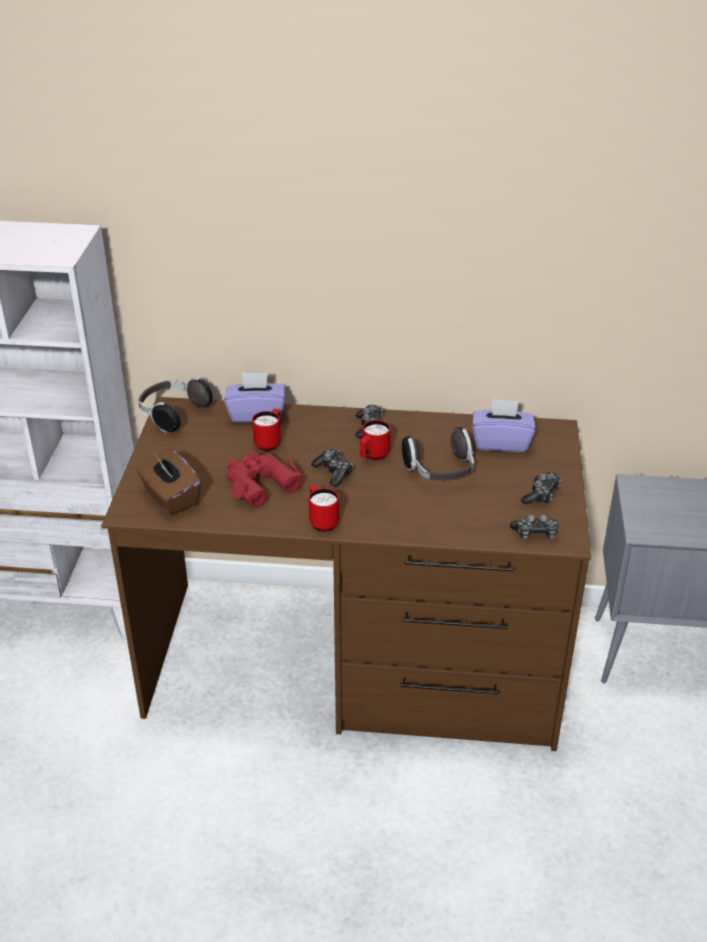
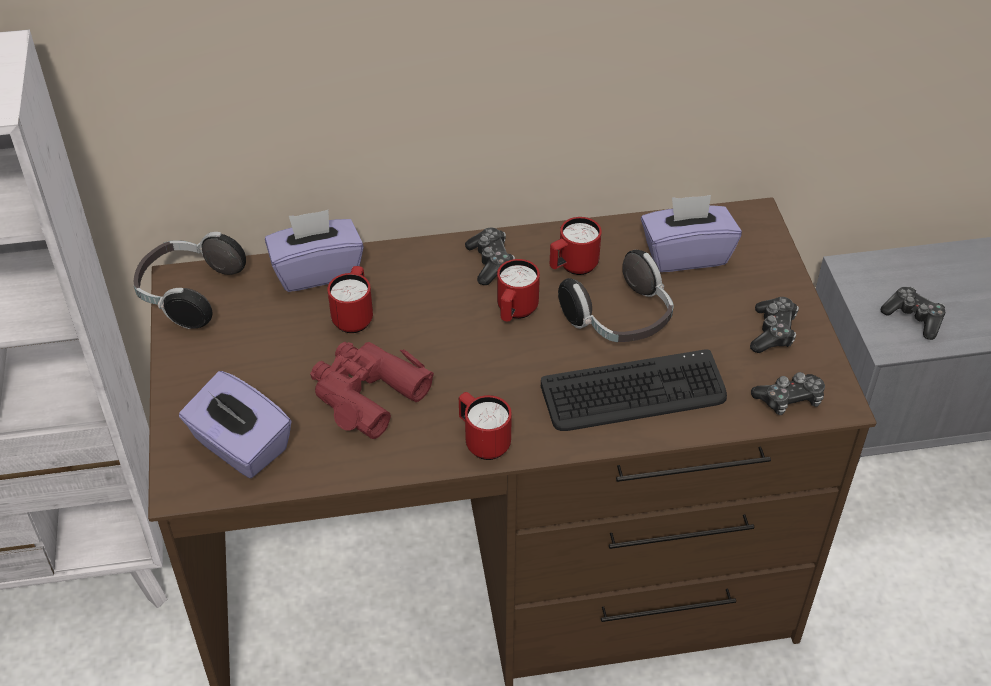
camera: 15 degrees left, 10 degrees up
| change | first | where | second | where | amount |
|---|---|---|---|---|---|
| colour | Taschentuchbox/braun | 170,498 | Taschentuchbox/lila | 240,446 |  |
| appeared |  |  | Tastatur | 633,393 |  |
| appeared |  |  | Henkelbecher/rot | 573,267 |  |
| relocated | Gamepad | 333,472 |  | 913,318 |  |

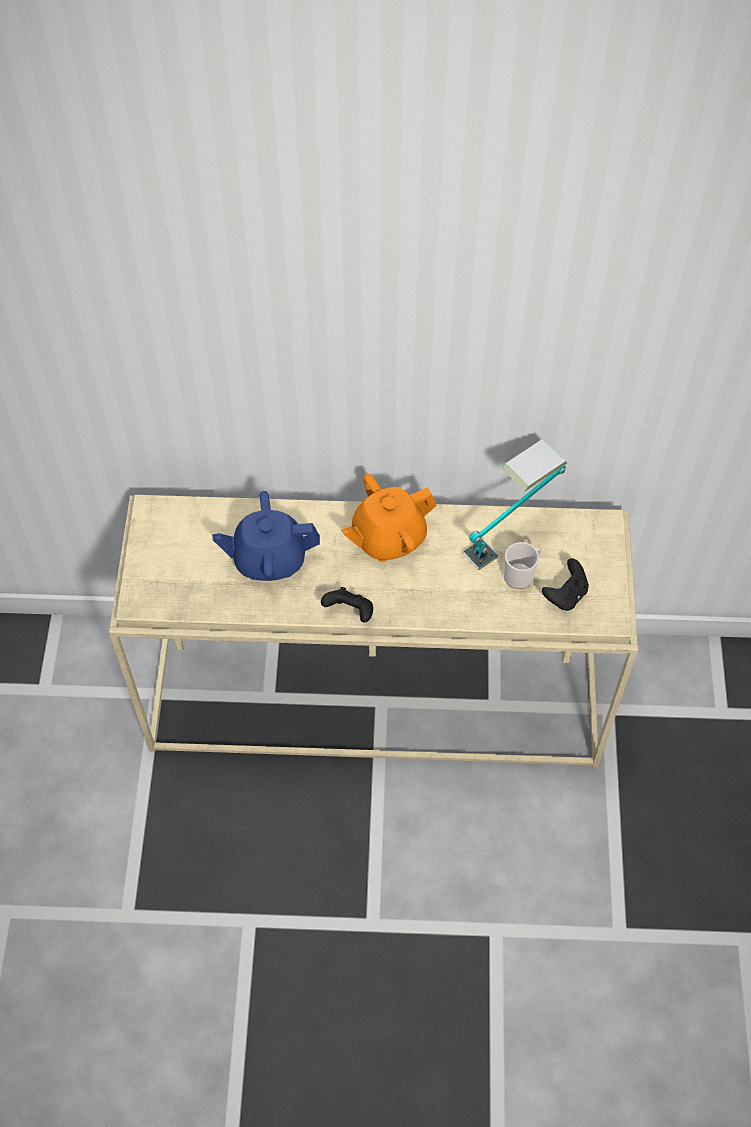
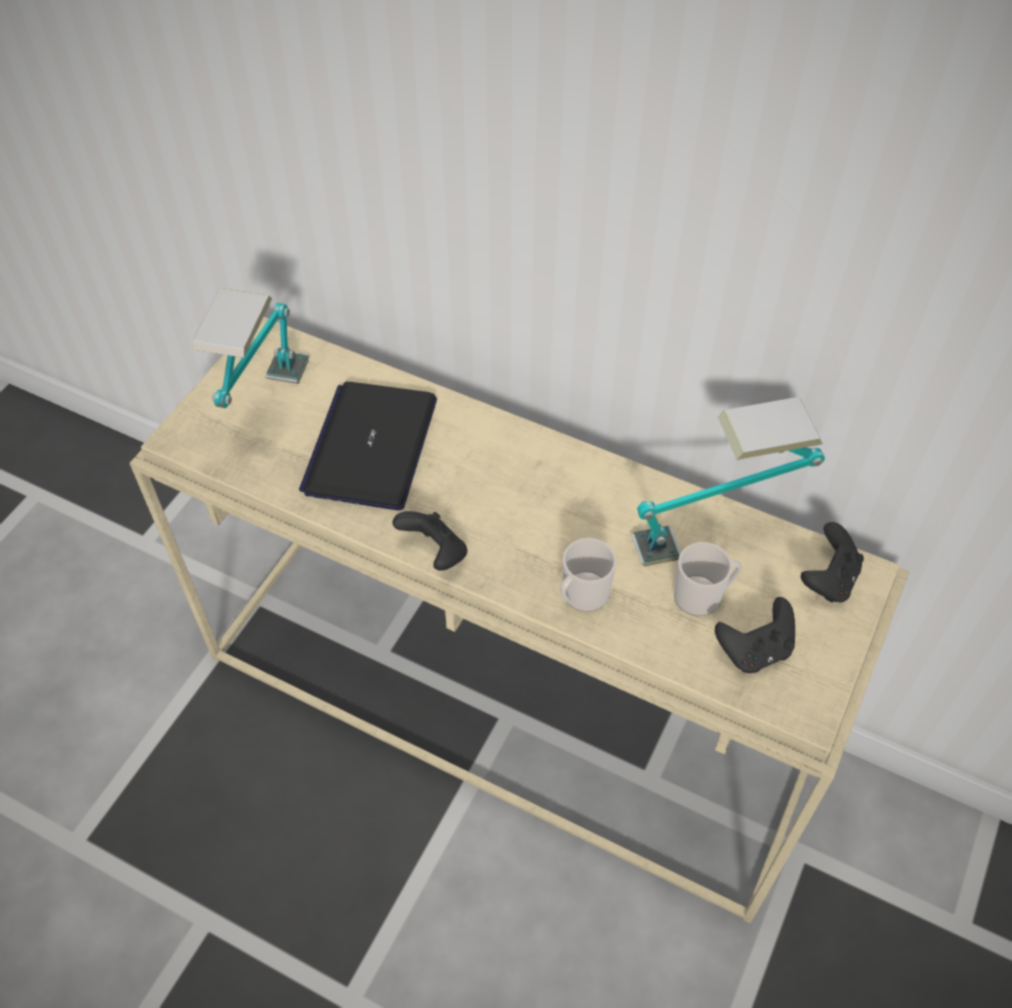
camera: 25 degrees right, 5 degrees down
| change | first | where | second | where | amount |
|---|---|---|---|---|---|
| appeared |  |  | Tischlampe | 269,411 |  |
| exchanged | Teekanne/blau | 269,559 | Laptop | 371,446 |  |
| appeared |  |  | Henkelbecher | 582,596 |  |
| appeared |  |  | Gamepad/schwarz | 828,580 |  |
| missing | Teekanne/orange | 388,537 |  |  |  |

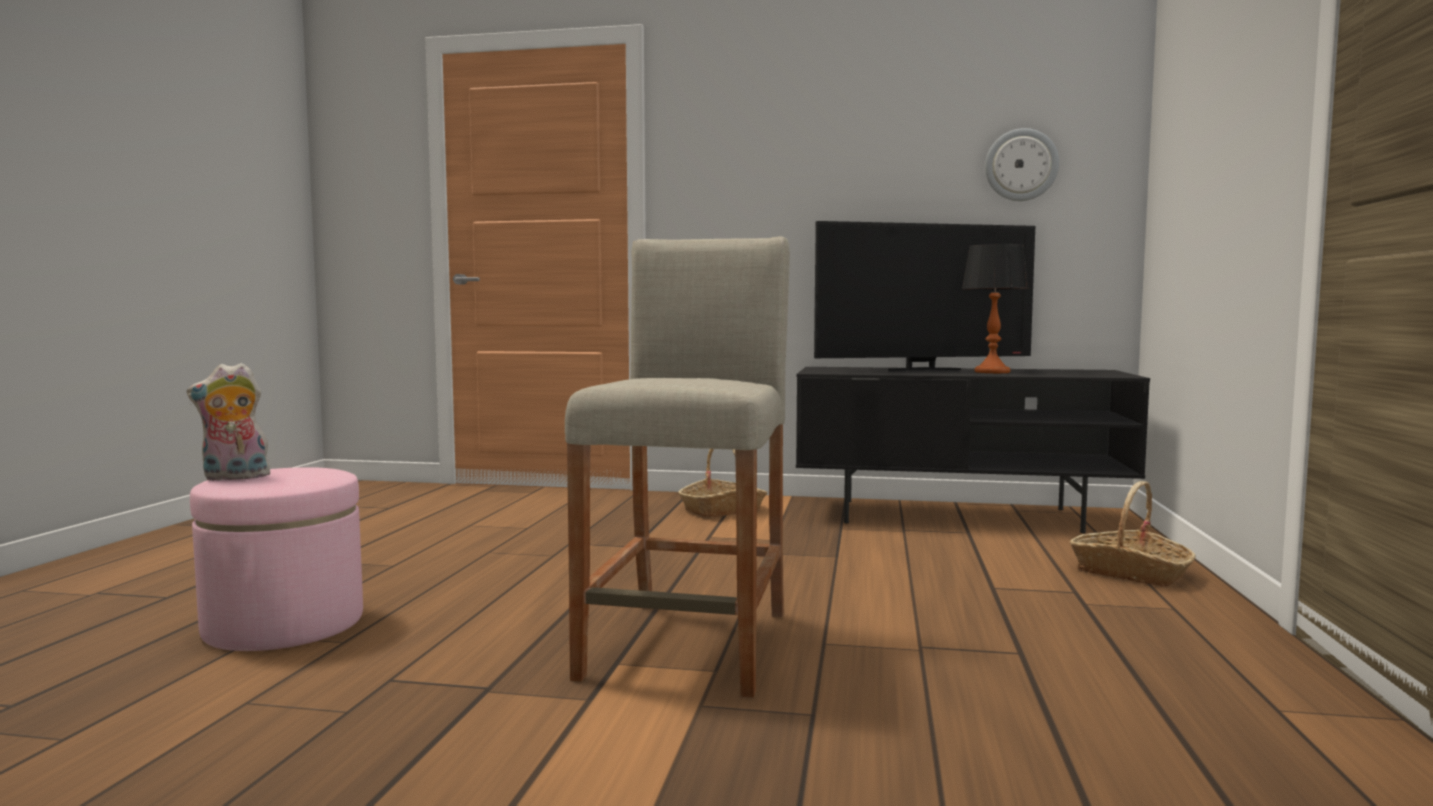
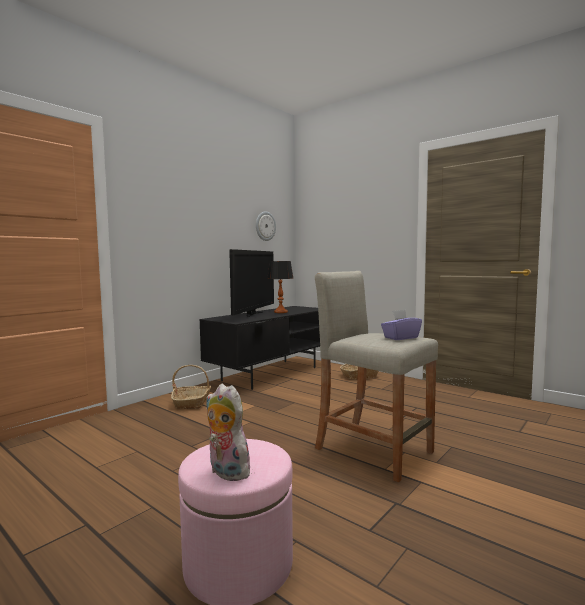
camera: 60 degrees left, 0 degrees up
| change | first | where | second | where | amount |
|---|---|---|---|---|---|
| spun | Plüschtier | 234,478 |  | 226,472 | 120 degrees clockwise |
| appeared |  |  | Taschentuchbox/lila | 400,338 |  |

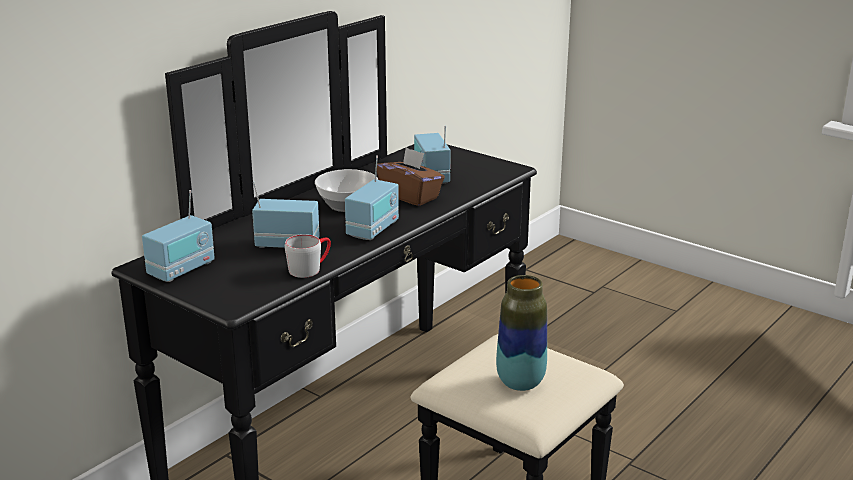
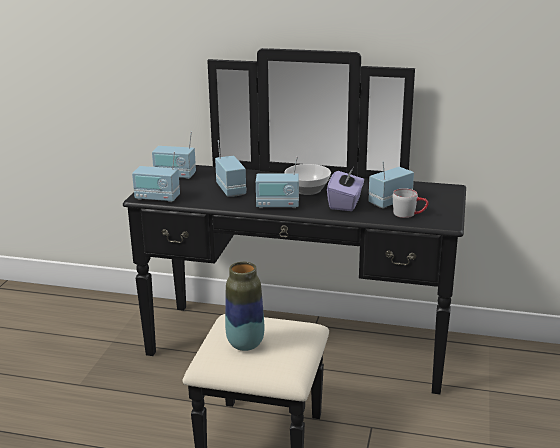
camera: 65 degrees right, 0 degrees up
| change | first | where | second | where | amount |
|---|---|---|---|---|---|
| appeared |  |  | Radio | 157,198 |  |
| colour | Taschentuchbox/braun | 410,196 | Taschentuchbox/lila | 345,203 |  |
| relocated | Henkelbecher/grau | 310,268 |  | 409,214 |  |

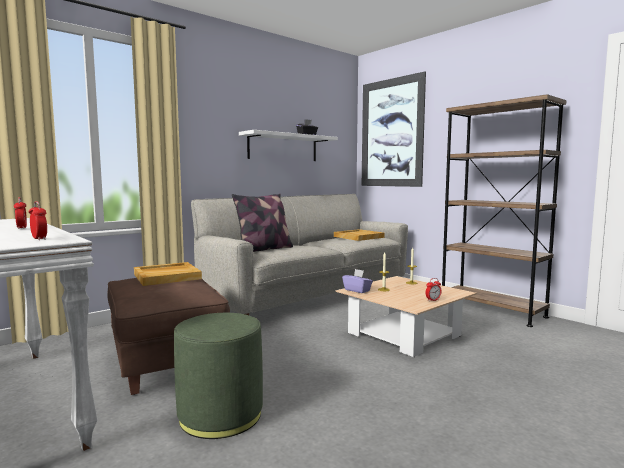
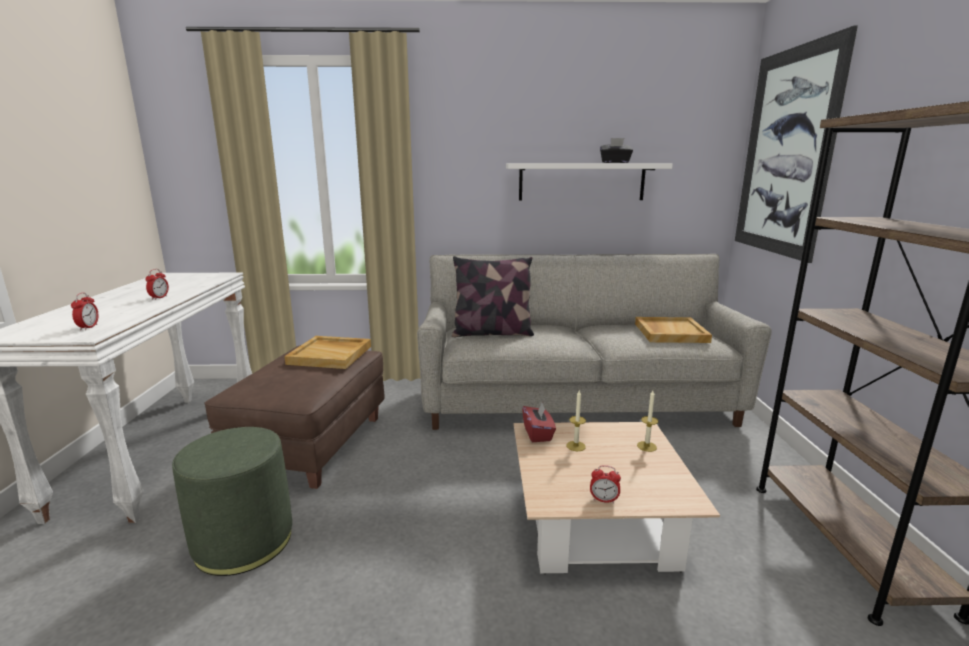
camera: 40 degrees right, 10 degrees up
| change | first | where | second | where | amount |
|---|---|---|---|---|---|
| colour | Taschentuchbox/lila | 357,290 | Taschentuchbox/rot | 538,434 |  |

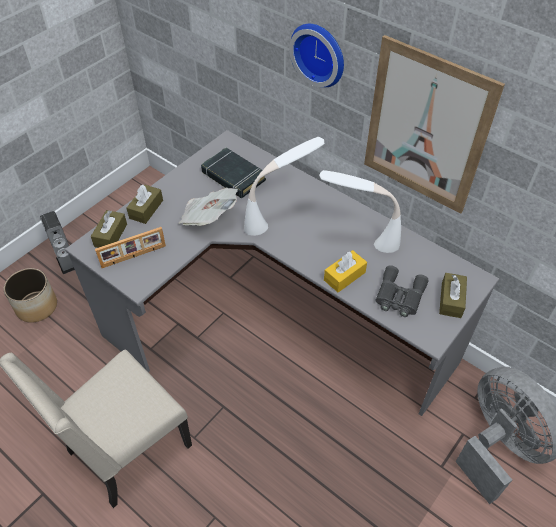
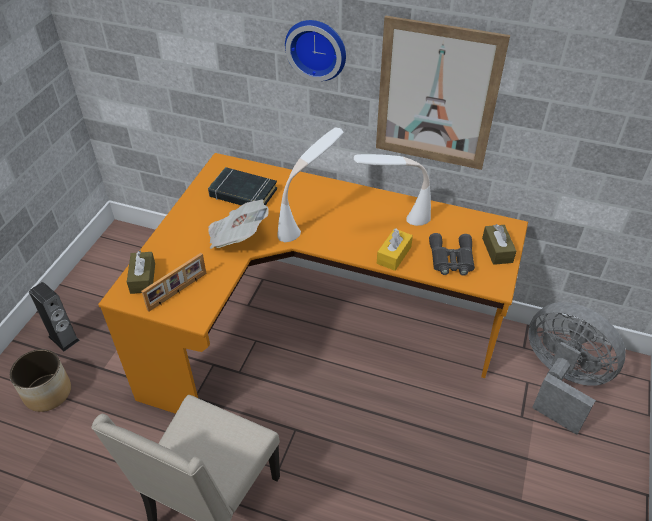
camera: 20 degrees left, 5 degrees down
| change | first | where | second | where | amount |
|---|---|---|---|---|---|
| colour | Schreibtisch/grau | 276,320 | Schreibtisch/orange | 311,332 |  |
| missing | Taschentuchbox/braun | 146,209 |  |  |  |

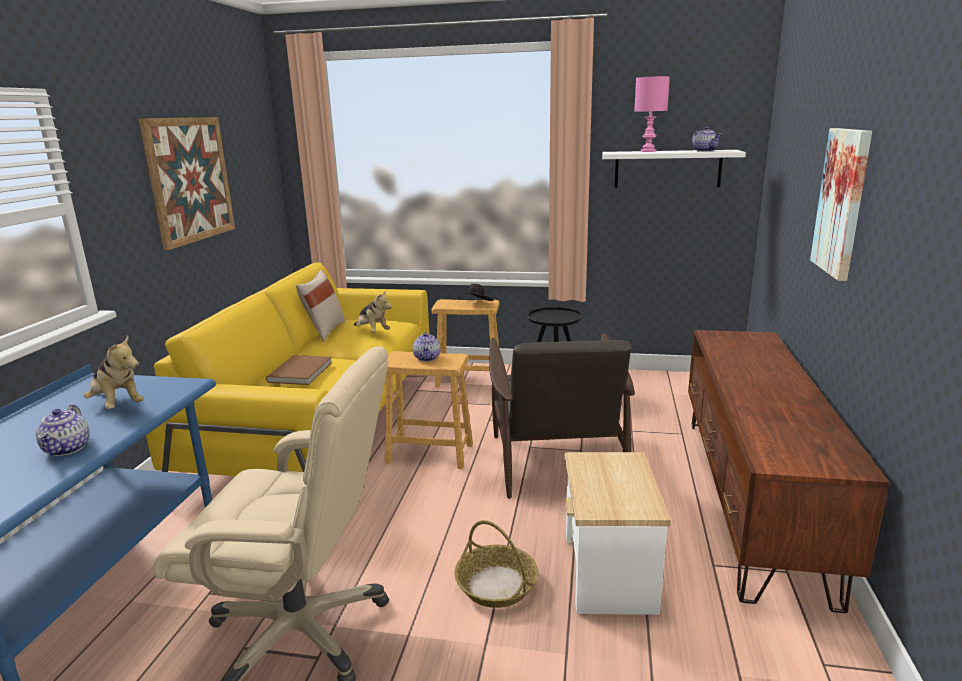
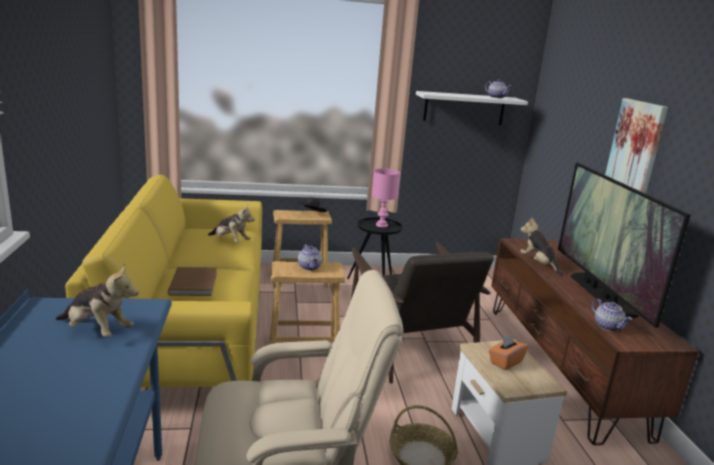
camera: 20 degrees left, 0 degrees up
| change | first | where | second | where | amount |
|---|---|---|---|---|---|
| relocated | Tischlampe/rosa | 648,151 |  | 381,225 |  |
| appeared |  |  | Taschentuchbox/orange | 505,362 |  |
| appeared |  |  | Plüschtier | 538,264 |  |
| appeared |  |  | Fernseher | 600,294 |  |
| relocated | Teekanne | 67,449 |  | 608,326 |  |
| missing | Bild | 190,180 |  |  |  |
| missing | Kissen/beige | 324,331 |  |  |  |

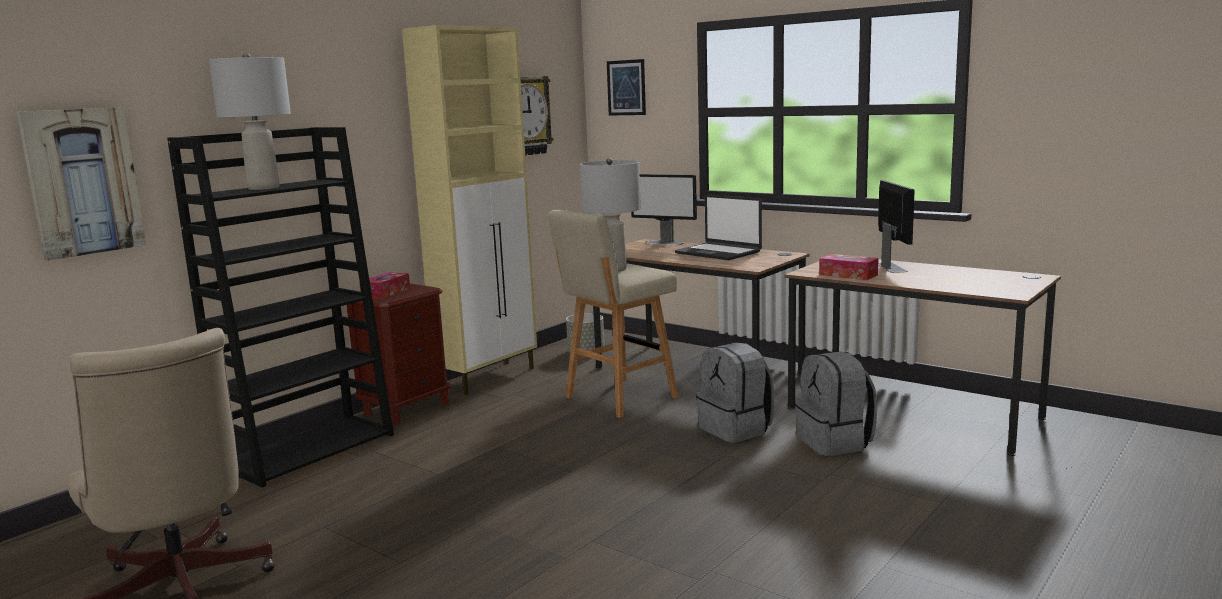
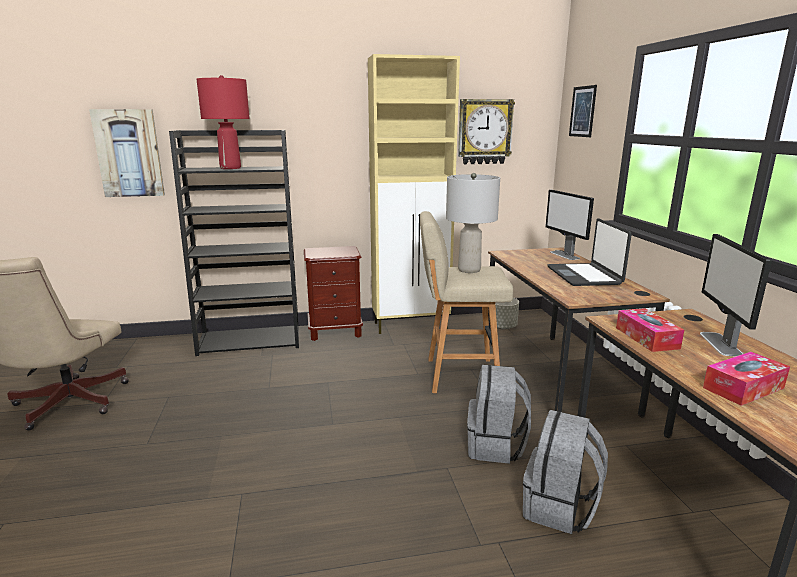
camera: 40 degrees right, 5 degrees up
| change | first | where | second | where | amount |
|---|---|---|---|---|---|
| colour | Tischlampe/grau | 263,188 | Tischlampe/rot | 230,168 |  |
| spun | Monitor | 891,267 |  | 721,344 | 150 degrees clockwise |
| relocated | Taschentuchbox | 386,293 |  | 743,388 |  |

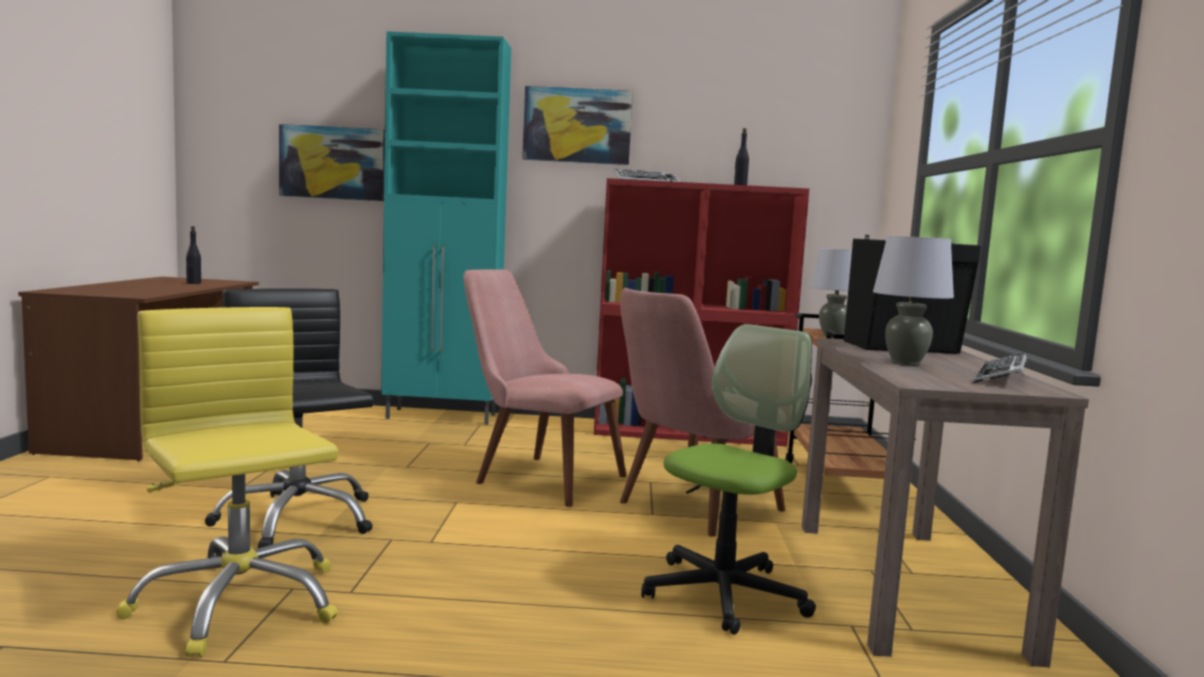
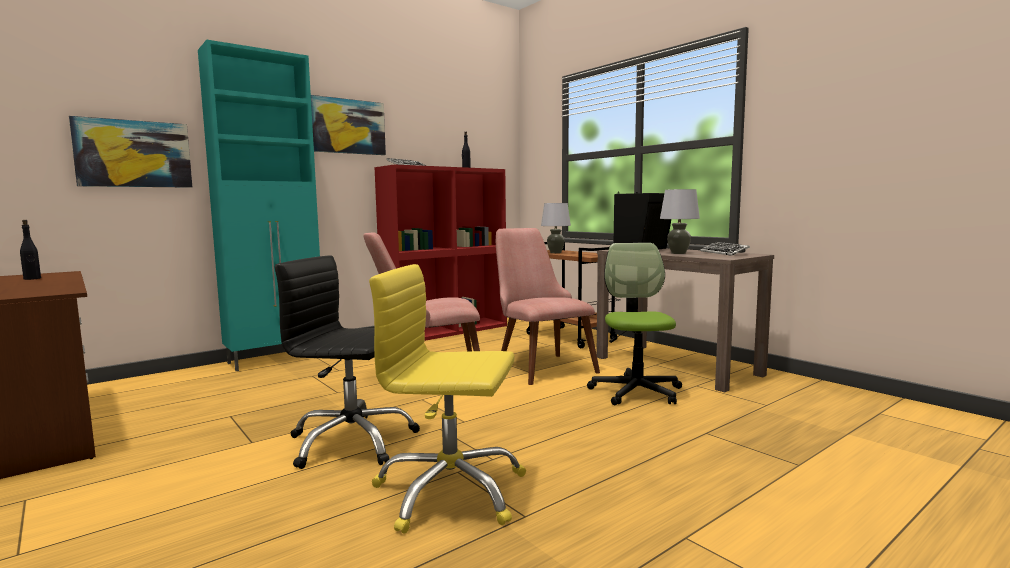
camera: 40 degrees left, 0 degrees up
| change | first | where | second | where | amount |
|---|---|---|---|---|---|
| spun | Stuhl/rosa | 688,510 |  | 539,365 | 150 degrees clockwise |

